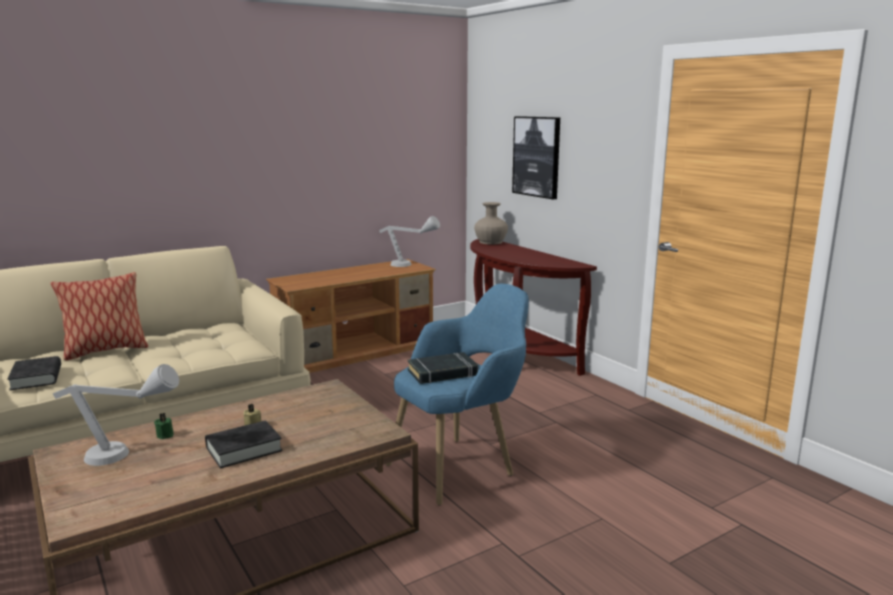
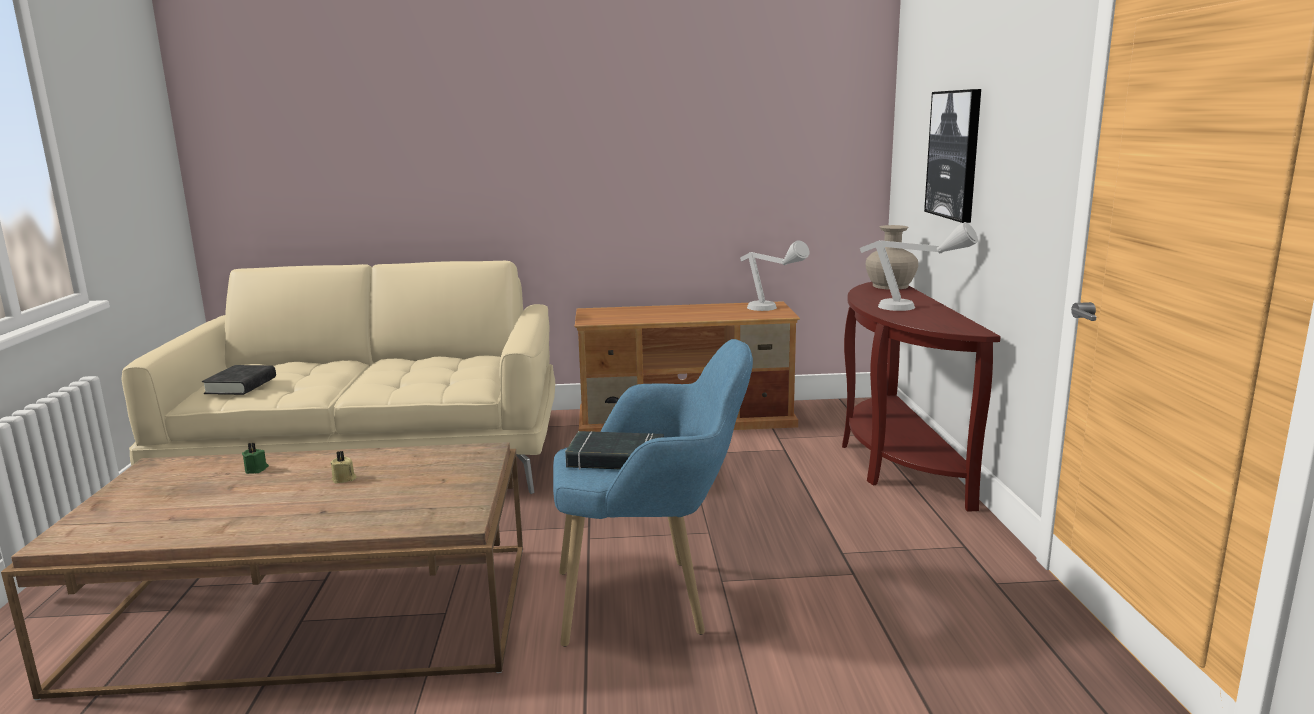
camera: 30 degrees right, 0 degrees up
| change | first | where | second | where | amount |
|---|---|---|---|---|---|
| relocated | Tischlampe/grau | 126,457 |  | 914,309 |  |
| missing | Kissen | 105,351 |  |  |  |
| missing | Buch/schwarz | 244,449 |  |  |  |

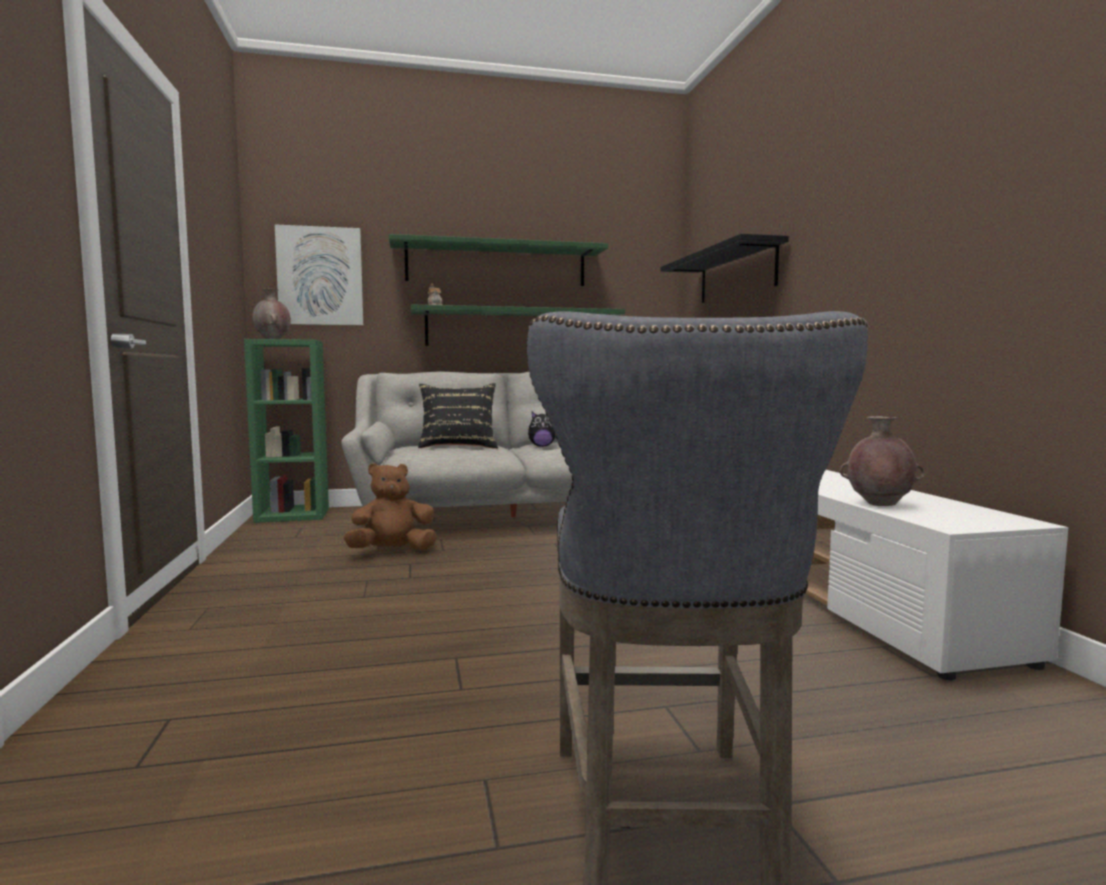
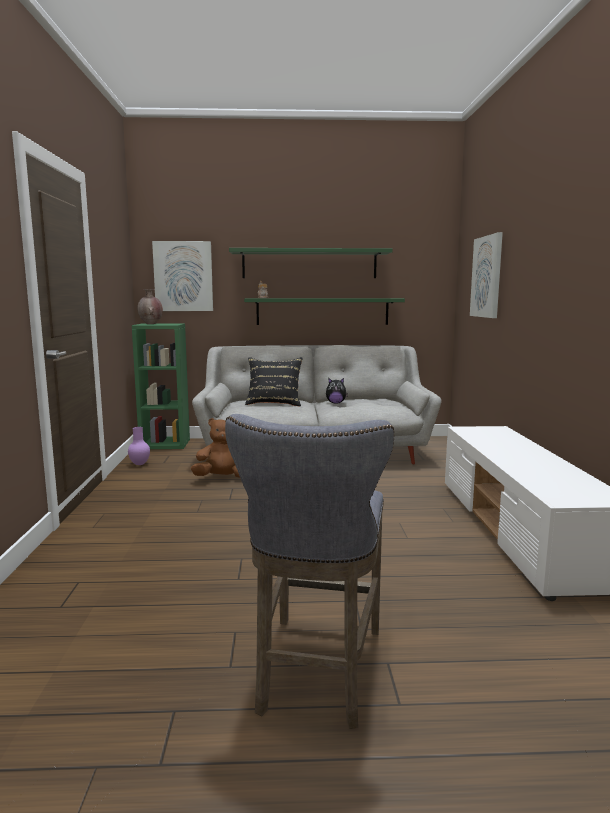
camera: 10 degrees right, 5 degrees up
| change | first | where | second | where | amount |
|---|---|---|---|---|---|
| appeared |  |  | Vase/lila | 140,464 |  |
| exchanged | Wandregal/schwarz | 736,274 | Bild | 487,277 |  |
| missing | Vase/braun | 879,504 |  |  |  |

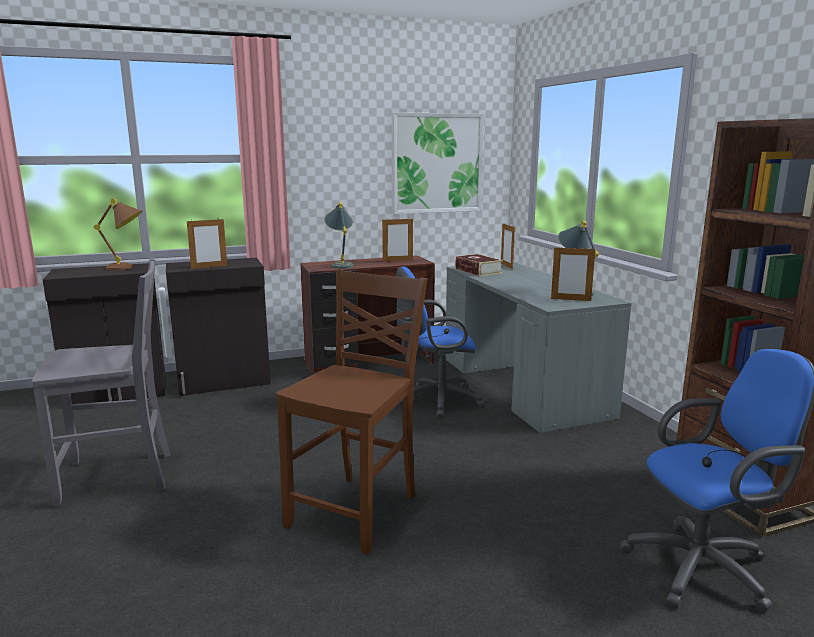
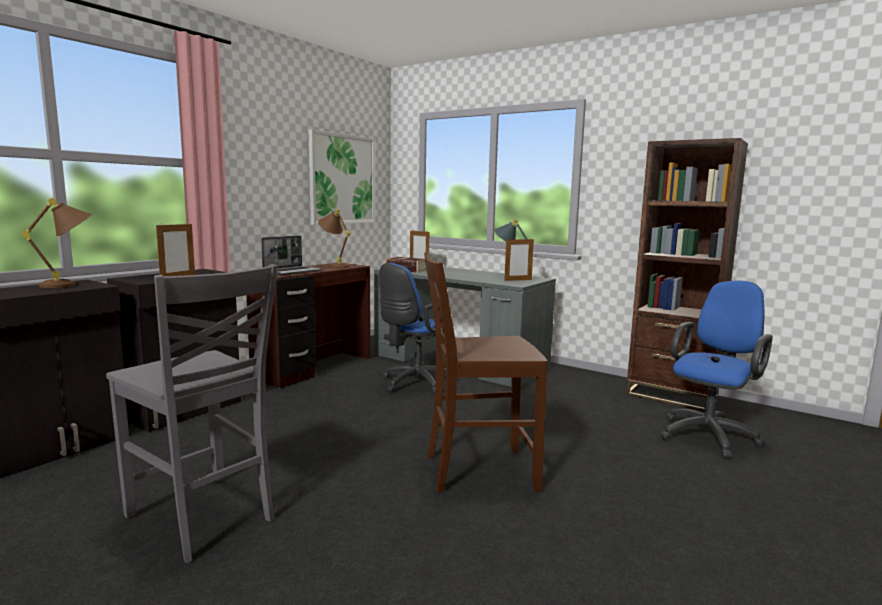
camera: 35 degrees left, 5 degrees down
| change | first | where | second | where | amount |
|---|---|---|---|---|---|
| spun | Stuhl/grau | 119,477 |  | 203,518 | 90 degrees clockwise |
| exchanged | Tischlampe/grau | 341,265 | Laptop | 292,271 |  |
| exchanged | Bilderrahmen | 397,260 | Tischlampe/braun | 334,266 |  |
| spun | Stuhl/braun | 356,511 |  | 477,470 | 90 degrees counterclockwise |

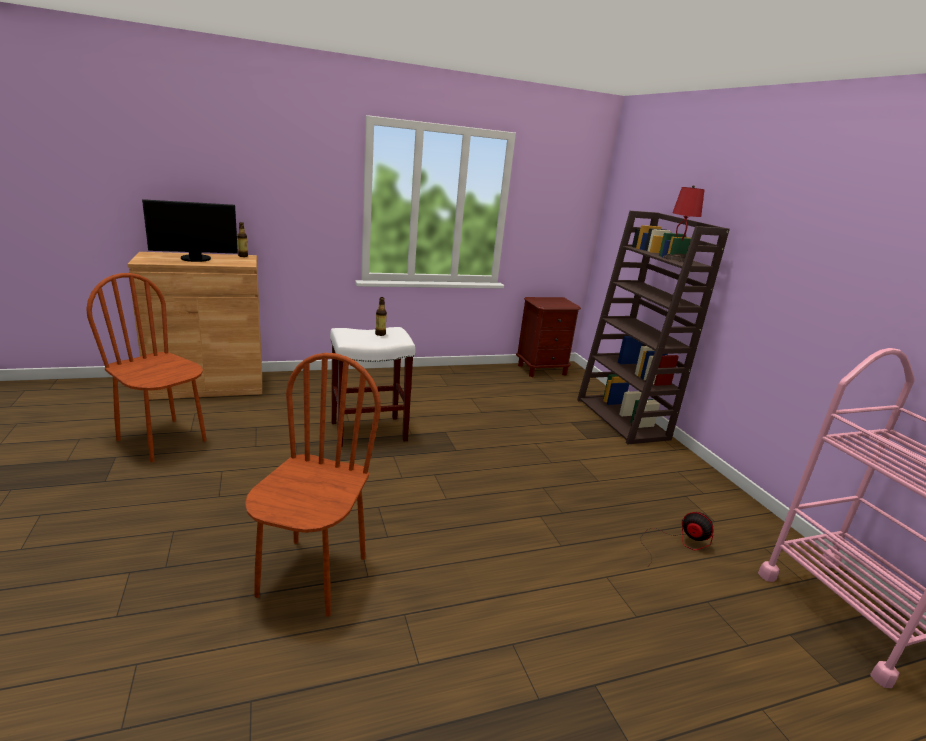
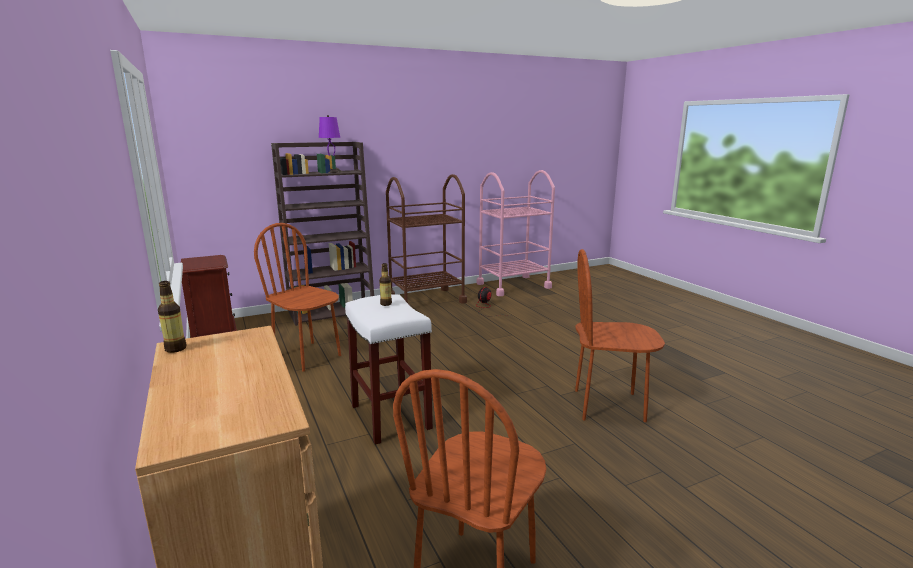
camera: 95 degrees left, 5 degrees down
| change | first | where | second | where | amount |
|---|---|---|---|---|---|
| appeared |  |  | Stuhl/braun | 307,356 |  |
| colour | Tischlampe/rot | 675,258 | Tischlampe/lila | 331,172 |  |
| appeared |  |  | Rollwagen/braun | 426,300 |  |
| missing | Monitor | 195,259 |  |  |  |

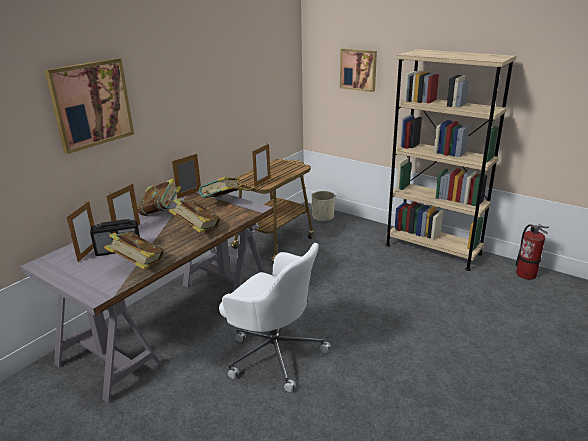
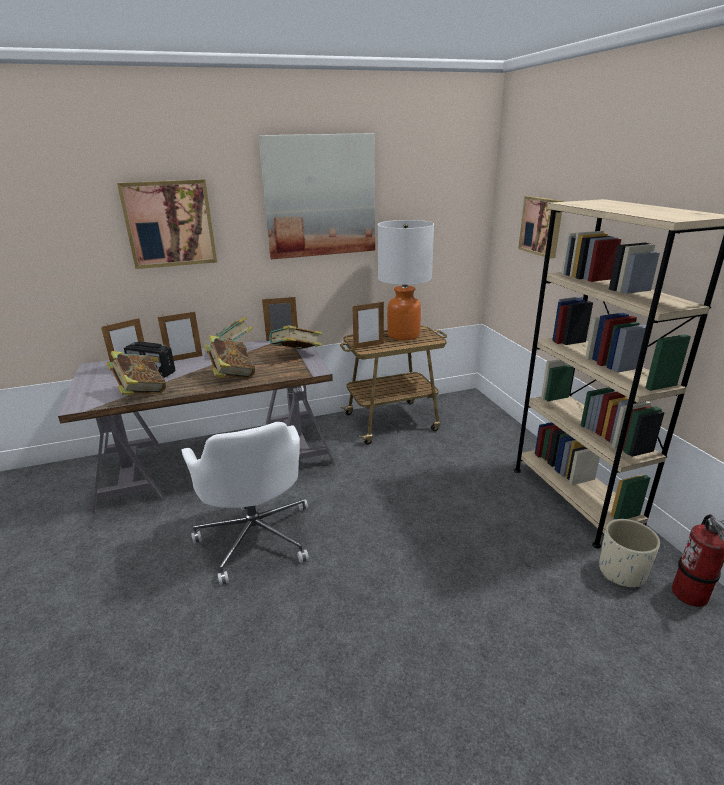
camera: 35 degrees right, 0 degrees up
| change | first | where | second | where | amount |
|---|---|---|---|---|---|
| appeared |  |  | Bild | 320,196 |  |
| appeared |  |  | Tischlampe | 404,335 |  |
| relocated | Pflanzkübel/beige | 323,217 |  | 622,572 |  |

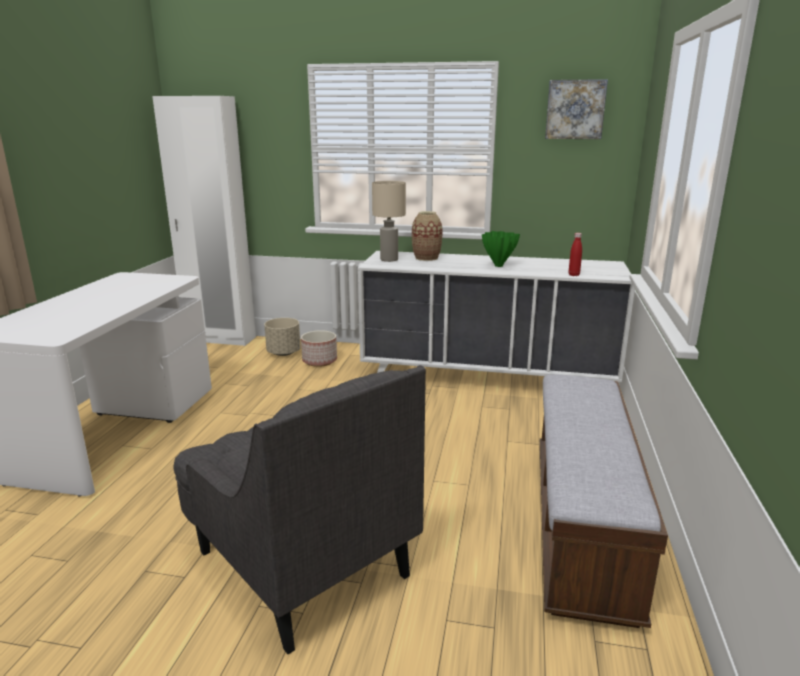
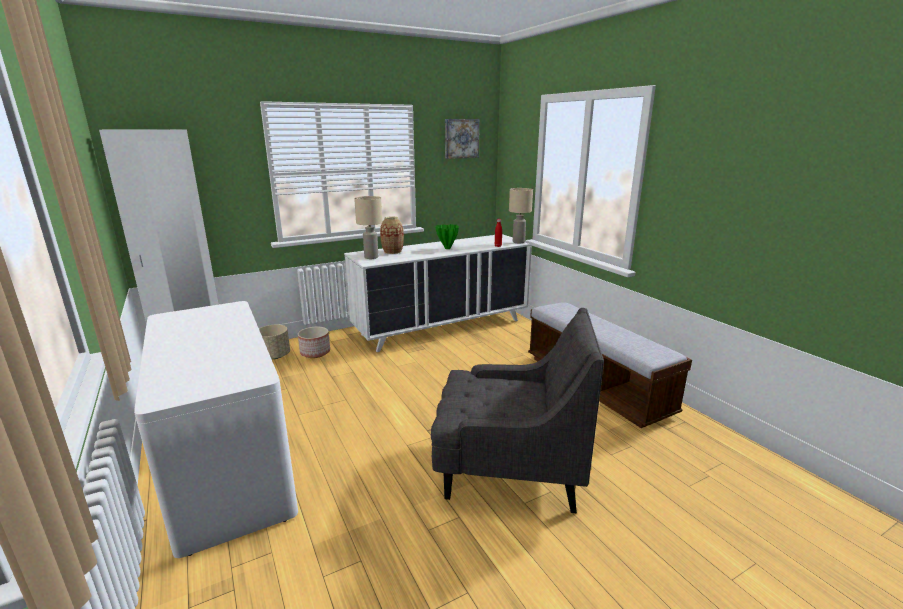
camera: 40 degrees left, 0 degrees up
| change | first | where | second | where | amount |
|---|---|---|---|---|---|
| appeared |  |  | Tischlampe/beige | 518,242 |  |

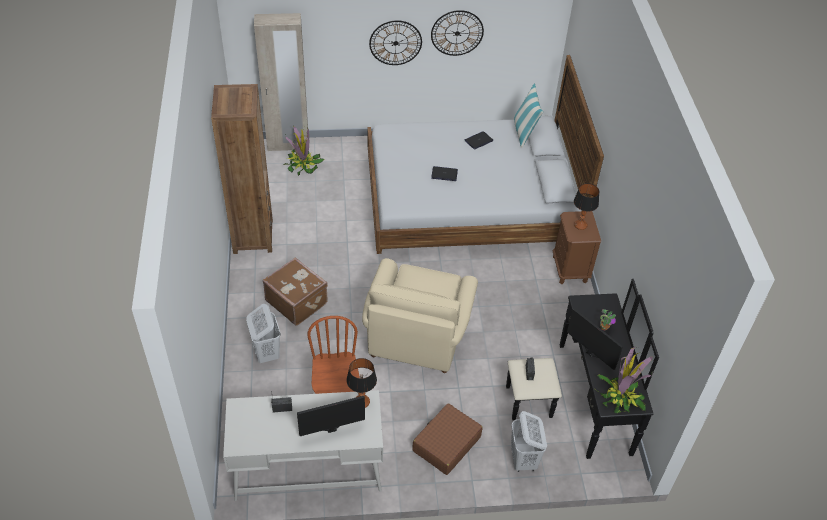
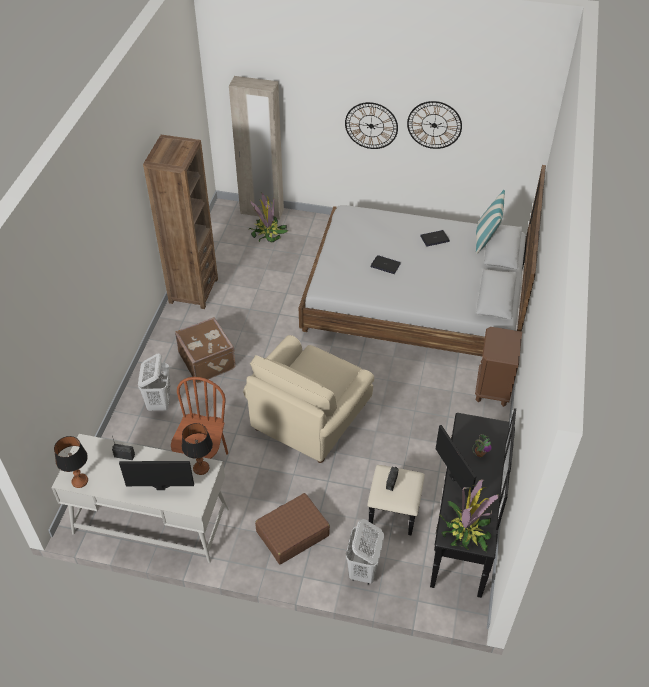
camera: 20 degrees right, 0 degrees up
| change | first | where | second | where | amount |
|---|---|---|---|---|---|
| relocated | Tischlampe | 580,225 |  | 80,481 |  |

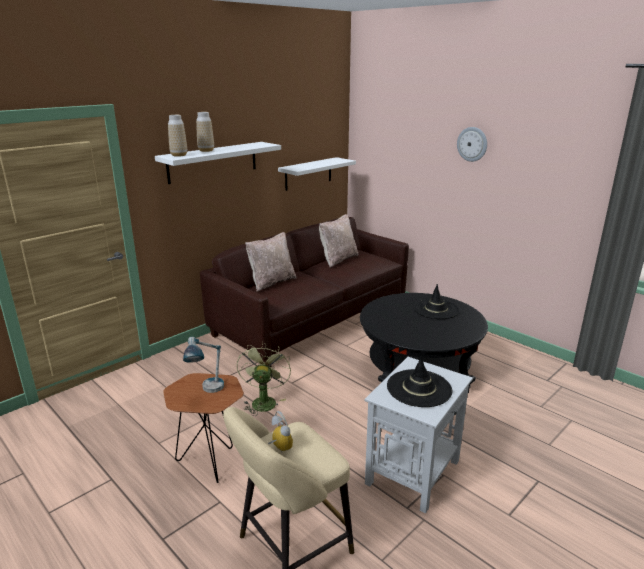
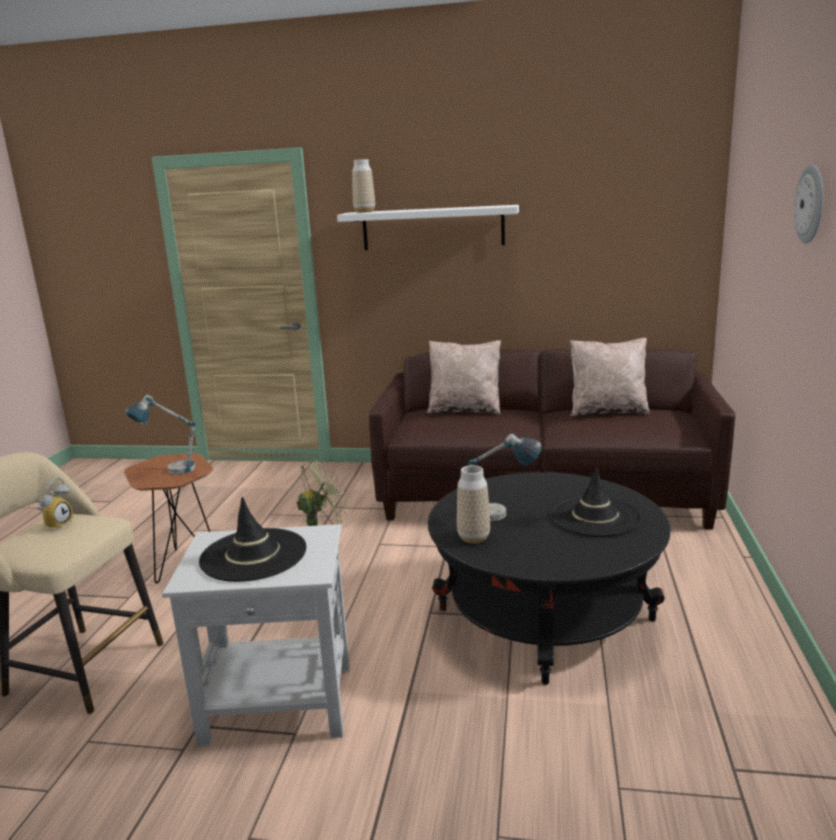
camera: 55 degrees right, 5 degrees down
| change | first | where | second | where | amount |
|---|---|---|---|---|---|
| relocated | Vase | 206,150 |  | 473,538 |  |
| appeared |  |  | Tischlampe | 504,516 |  |
| missing | Wandregal/weiß | 308,173 |  |  |  |

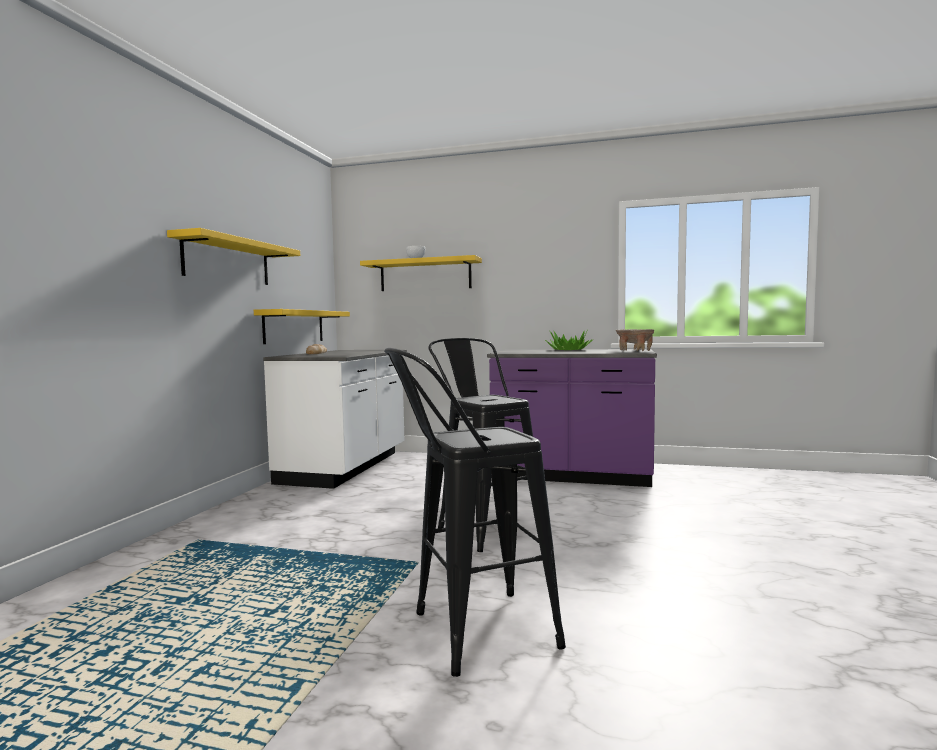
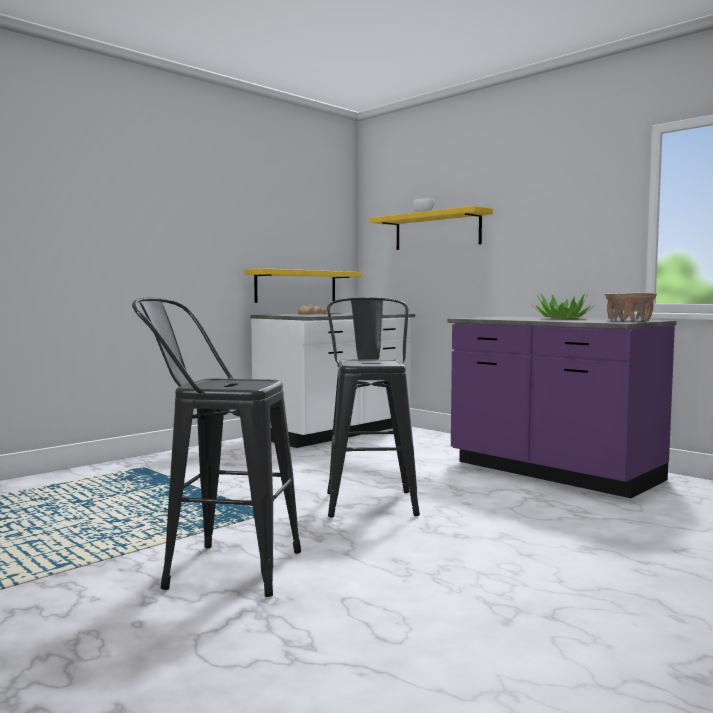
camera: 30 degrees right, 0 degrees up
| change | first | where | second | where | amount |
|---|---|---|---|---|---|
| missing | Wandregal/gelb | 227,261 |  |  |  |

